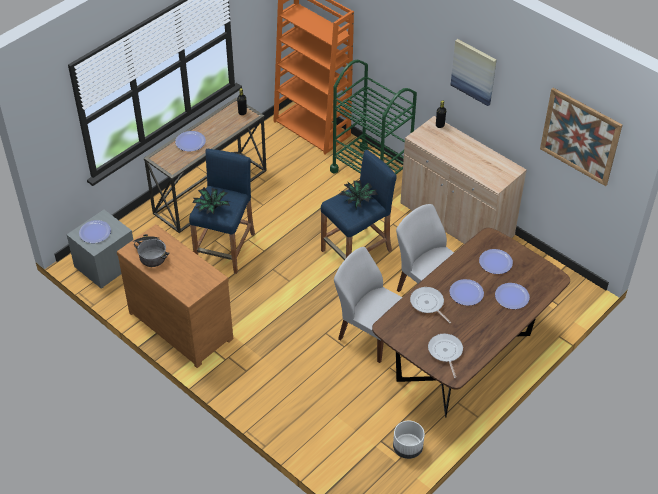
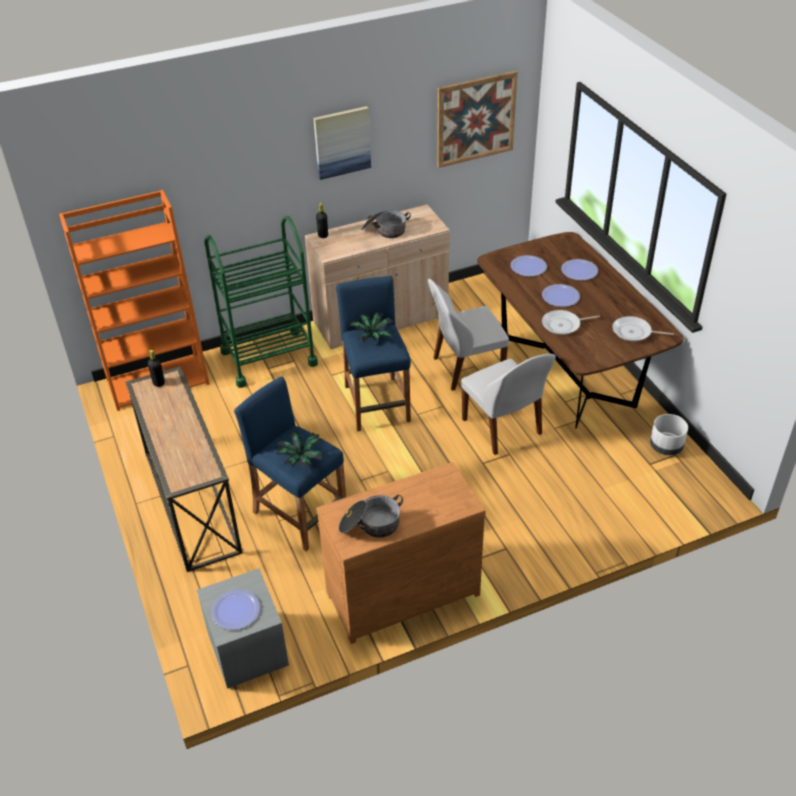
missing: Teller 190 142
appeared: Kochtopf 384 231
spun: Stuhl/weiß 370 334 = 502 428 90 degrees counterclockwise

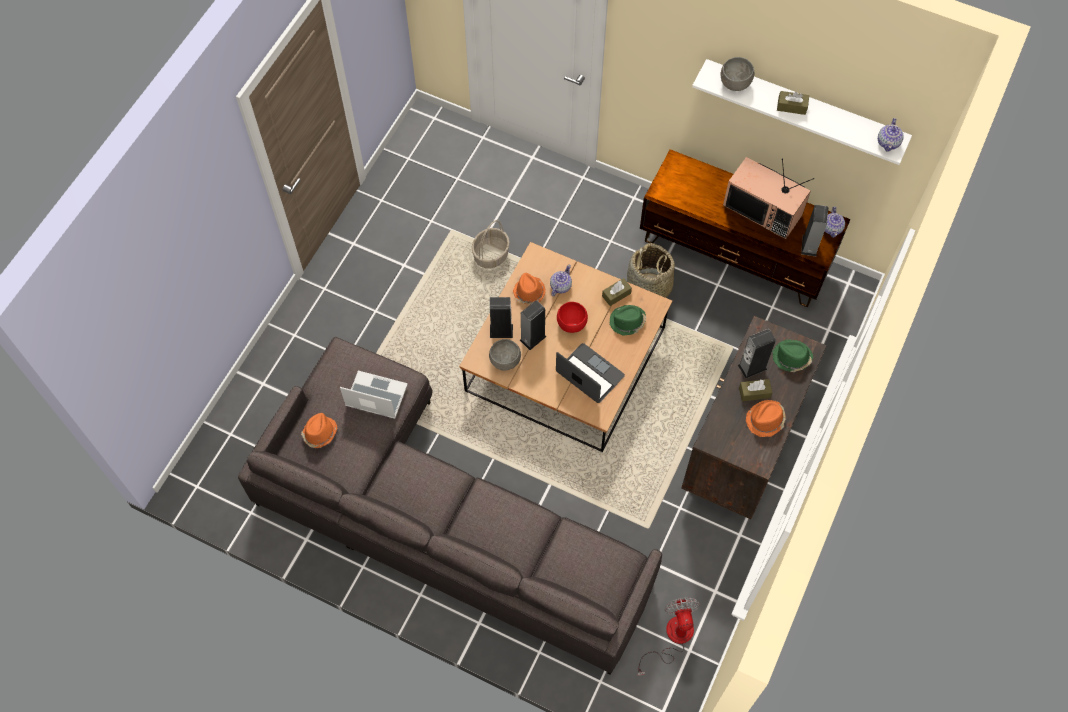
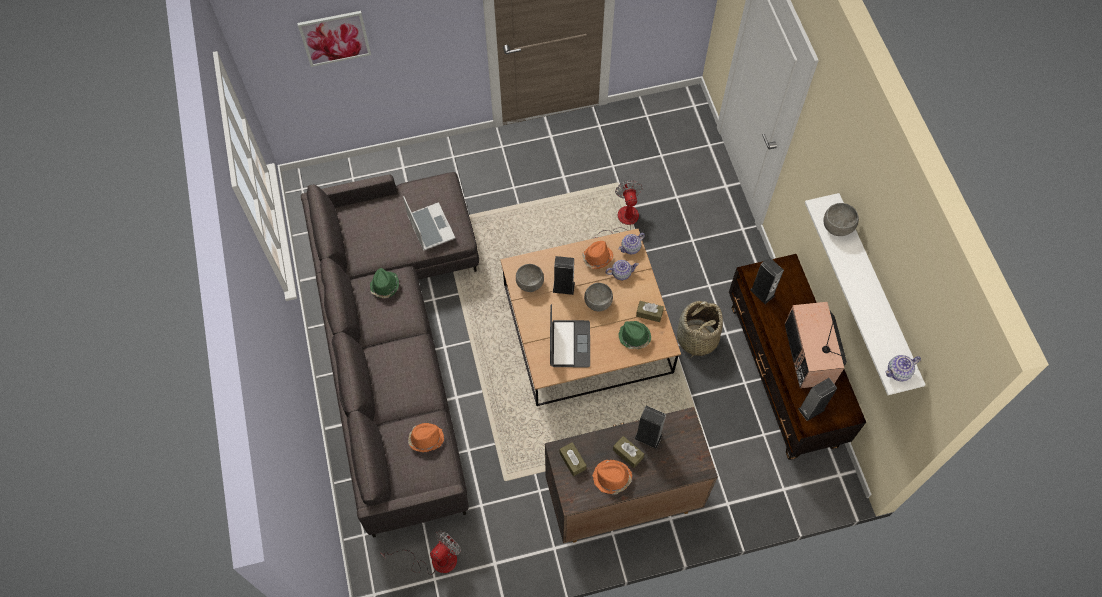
appeared: Bild 335 38
relocated: Hut/orange 319 433 to 426 438; Lautsprecher 501 331 to 762 292; Hut/grün 791 358 to 384 286; Taschentuchbox/braun 791 106 to 572 461; Teekanne 832 228 to 631 248
exchanged: Korb 491 255 to Ventilator 622 221
colour: Schüssel/rot 572 324 to Schüssel/grau 598 303

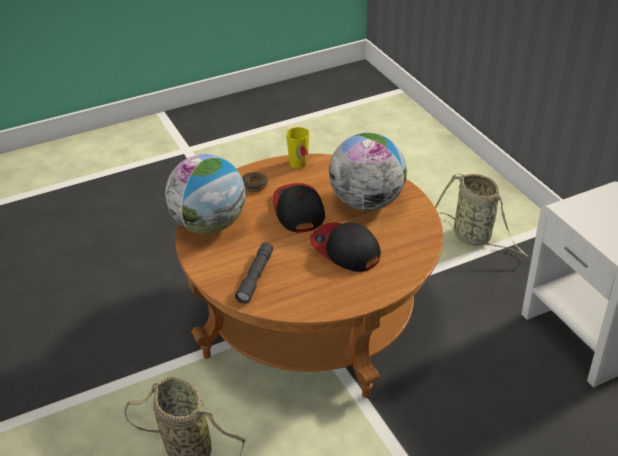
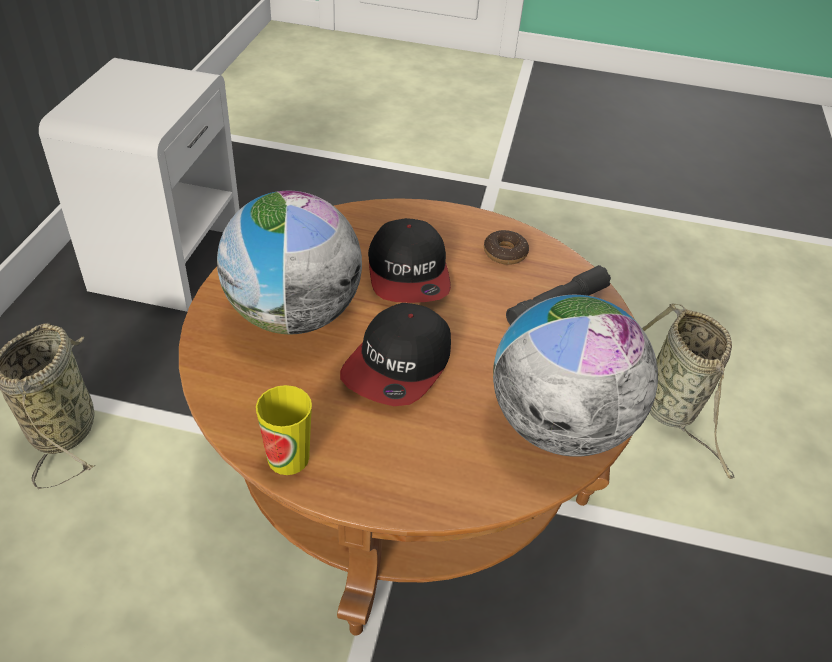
relocated: Donut 254 185 to 505 253

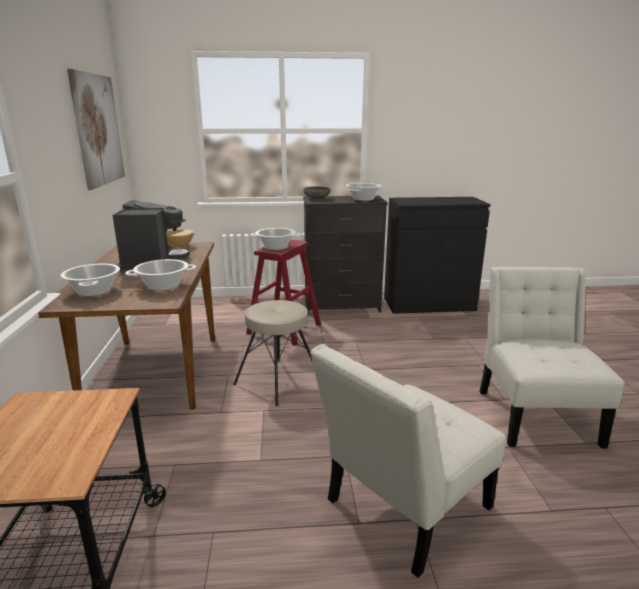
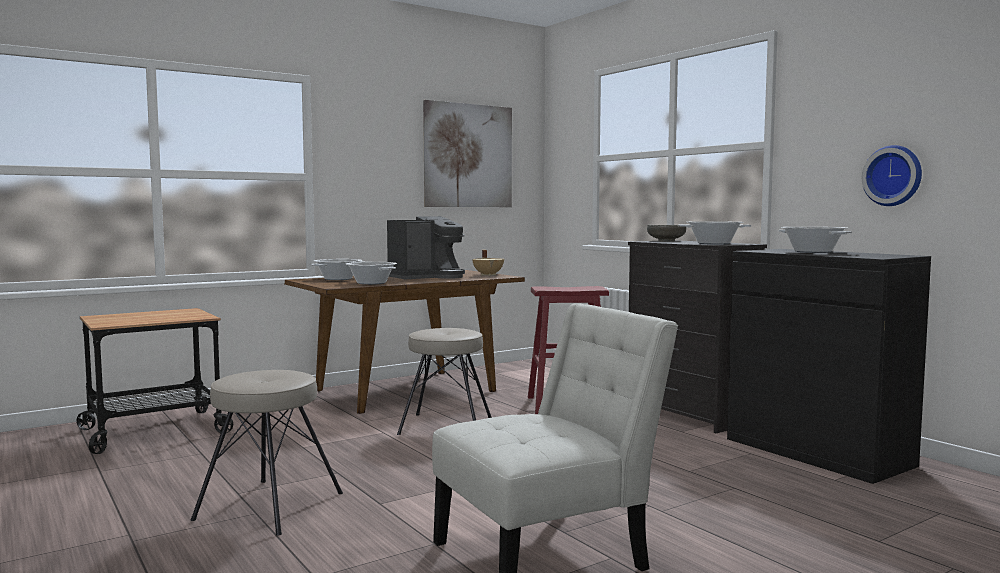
appeared: Wanduhr 893 176
relocated: Kochtopf 276 247 to 812 252
exchanged: Stuhl/weiß 402 509 to Hocker/beige 268 506

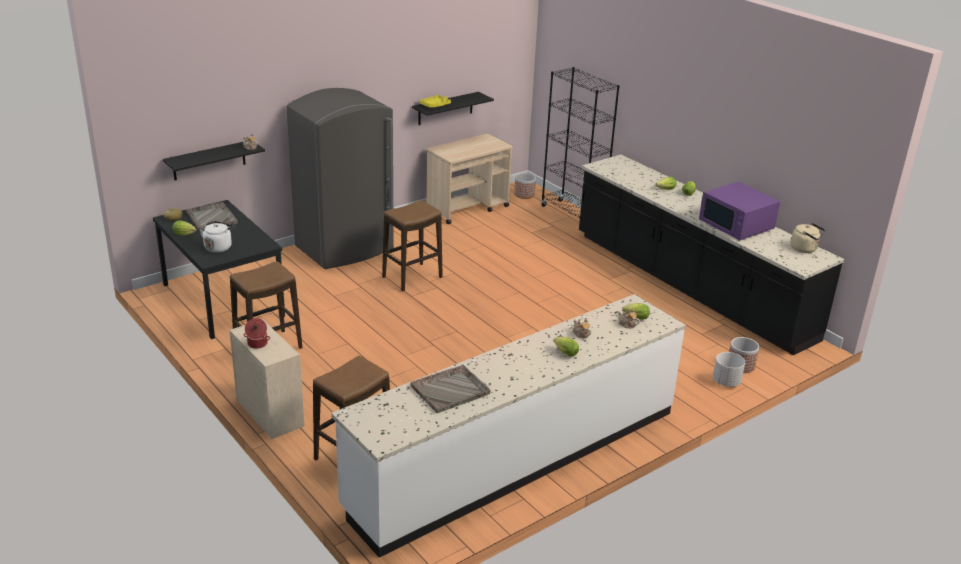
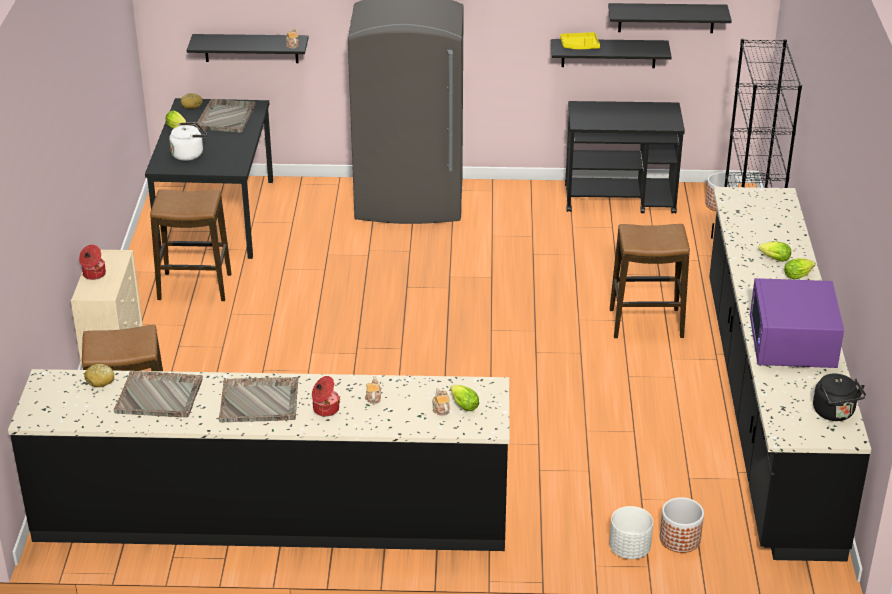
appeared: Brot 100 380; Tablett/grau 260 401; Wandregal/schwarz 666 18
relocated: Hocker 412 277 to 646 323
exchanged: Salatkopf 564 352 to Kochtopf 325 409
colour: Küchenzeile/weiß 516 458 to Küchenzeile/schwarz 273 514; Rollwagen/beige 468 208 to Rollwagen/schwarz 620 199; Wasserkessel/beige 805 249 to Wasserkessel/schwarz 835 413

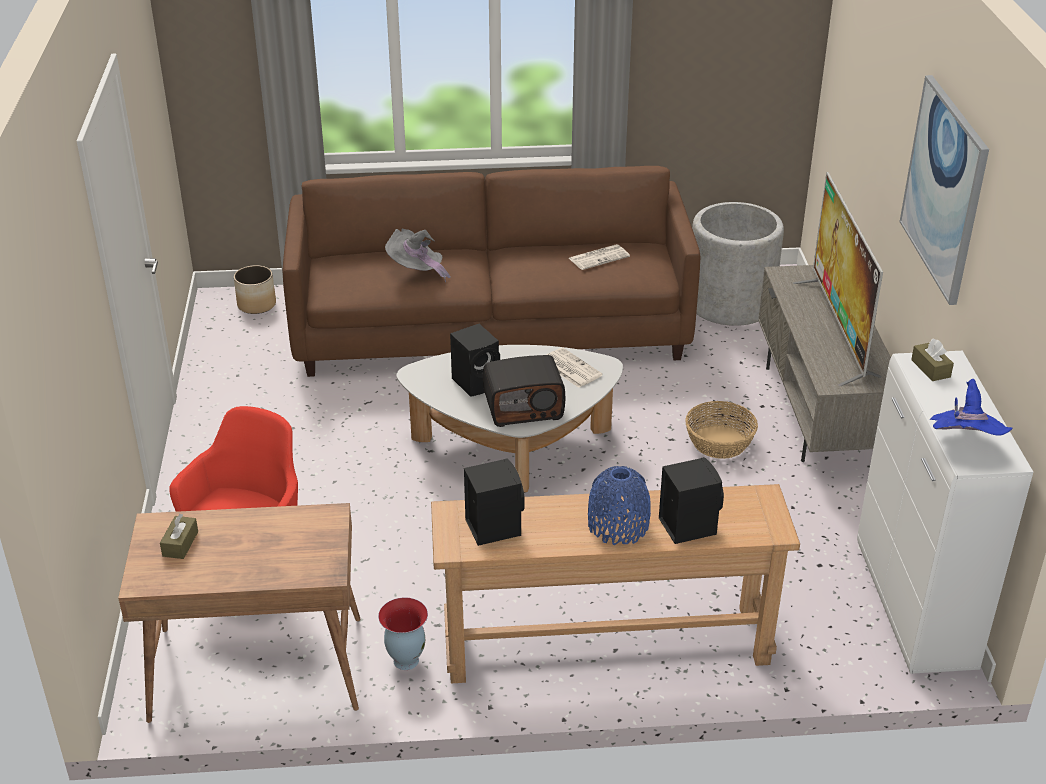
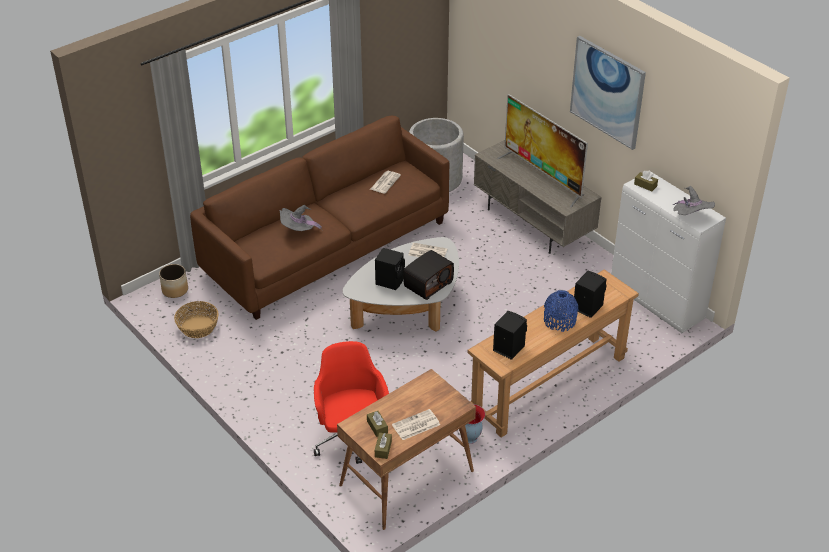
appeared: Taschentuchbox/braun 383 449; Zeitung 415 425
relocated: Korb 719 442 to 197 327
colour: Hut/blau 964 444 to Hut/grau 691 217

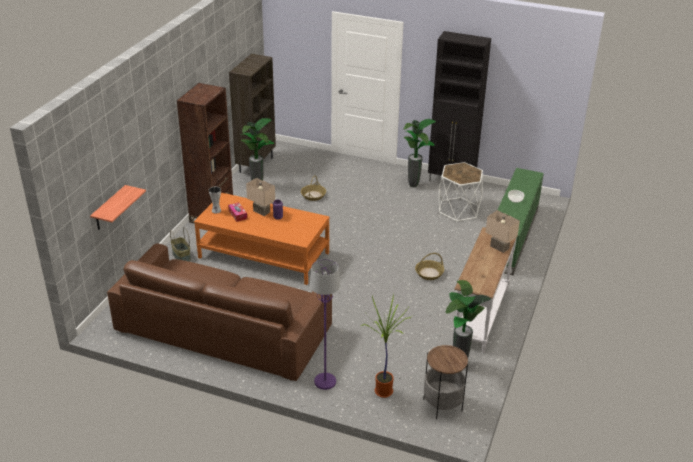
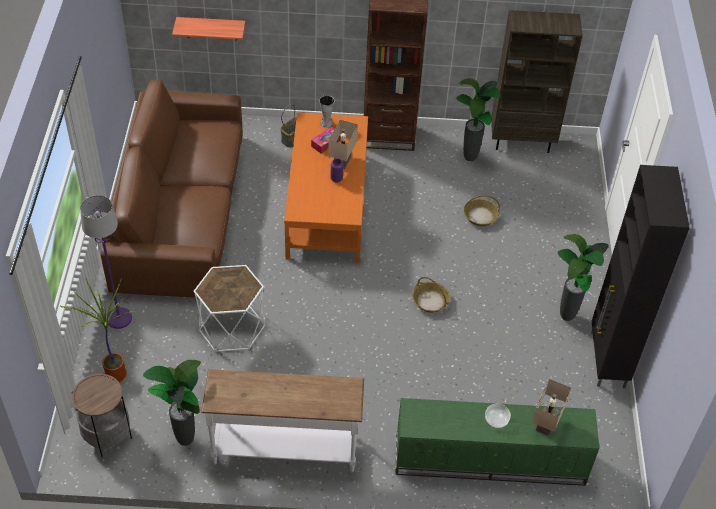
relocated: Korb 429 273 to 430 301; Beistelltisch/weiß 458 209 to 232 328; Tischlampe/beige 498 247 to 544 424

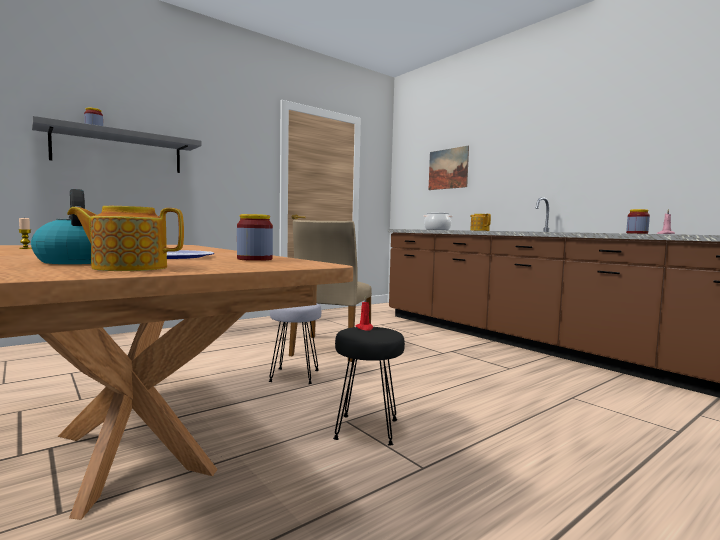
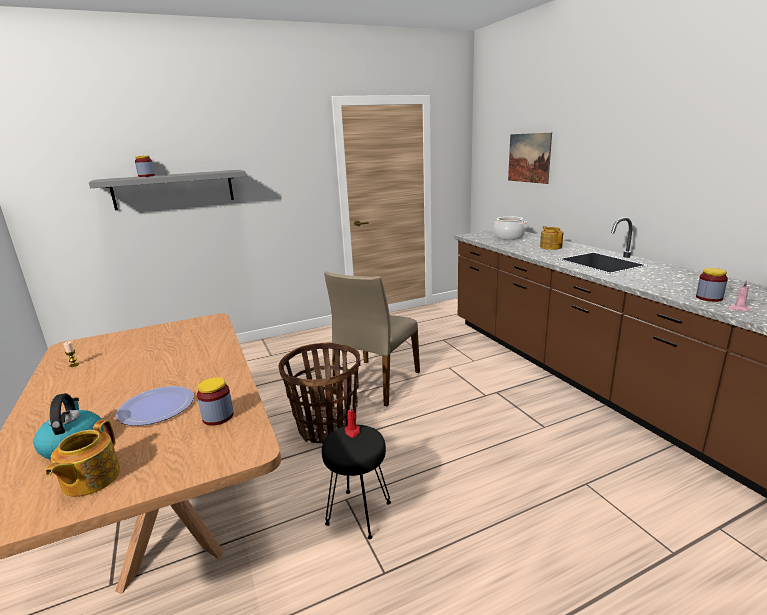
exchanged: Hocker/grau 295 376 to Korb 327 427
spun: Teekanne 129 268 = 90 479 90 degrees counterclockwise

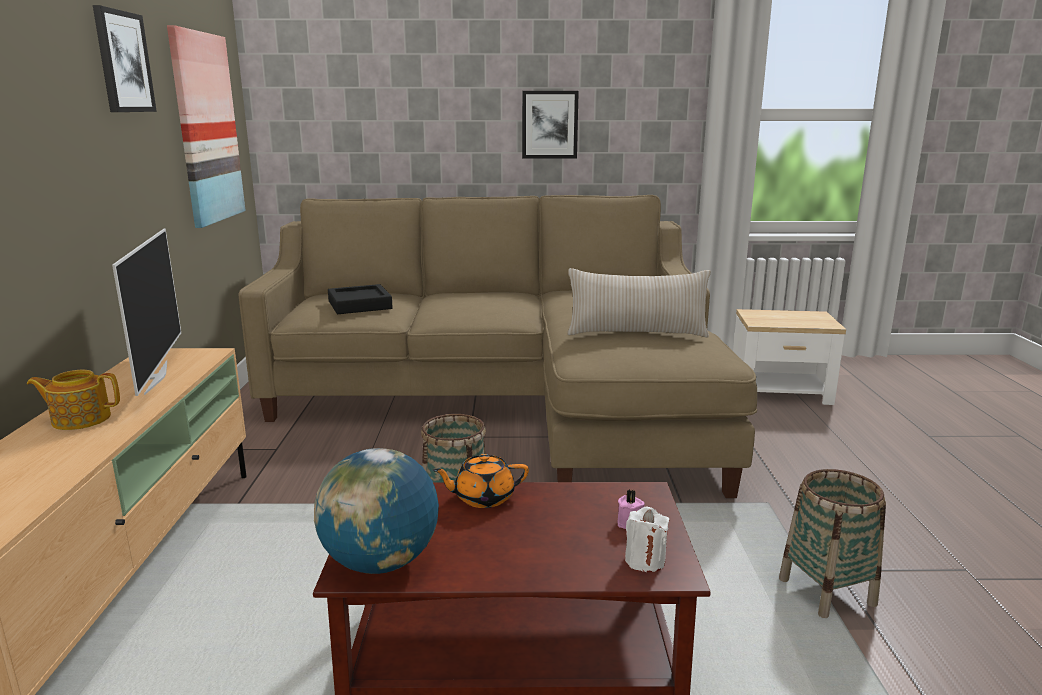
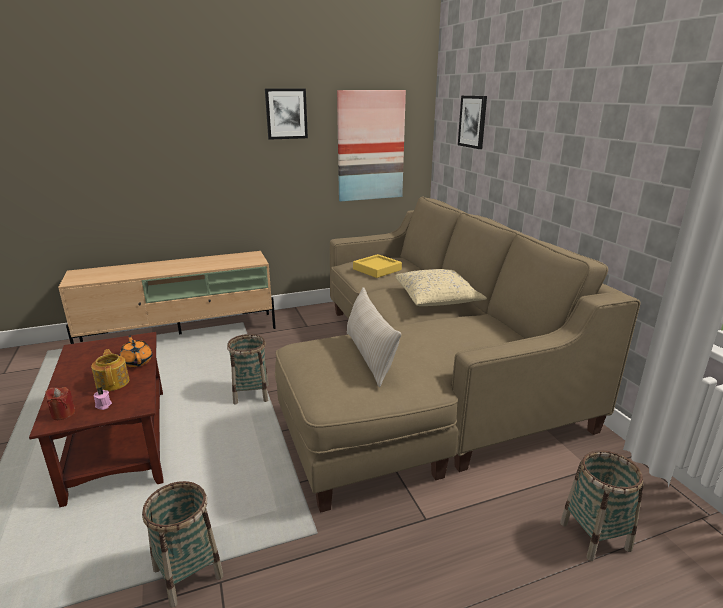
missing: Fernseher 154 377; Globus 380 562
appeared: Kissen/beige 437 298
relocated: Teekanne 80 419 to 113 382; Bild 549 124 to 473 121
exchanged: Beistelltisch 780 393 to Korb 595 536
colour: Tablett/schwarz 360 305 to Tablett/gelb 377 269; Kerze/weiß 645 561 to Kerze/rot 63 414

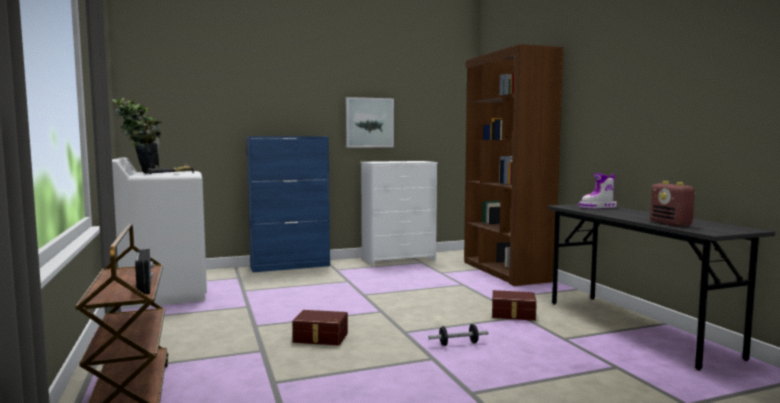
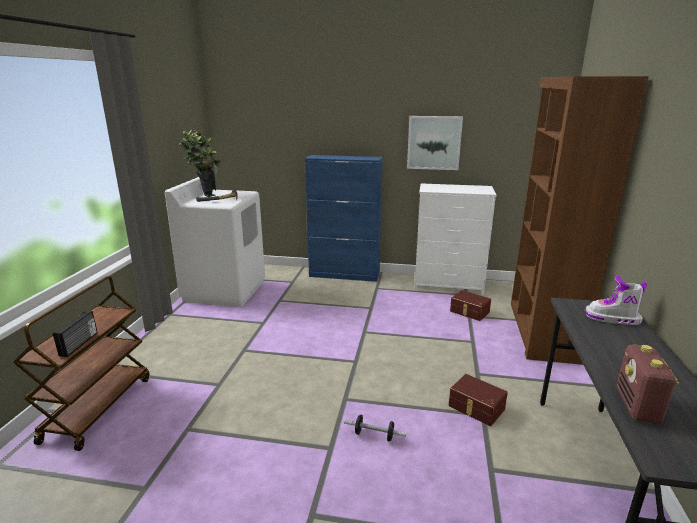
relocated: Aufbewahrungsbox/braun 320 338 to 469 312

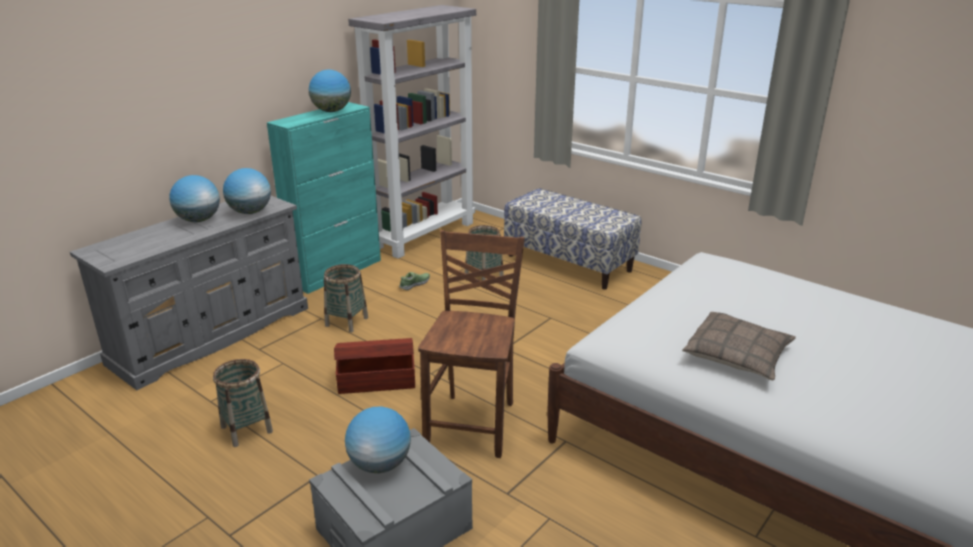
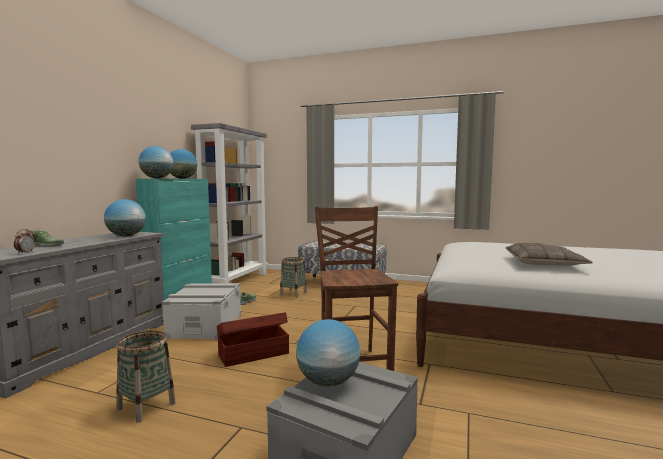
appeared: Wecker 25 253; Schuh 44 246
relocated: Globus 199 220 to 157 178
exchanged: Korb 346 321 to Aufbewahrungsbox/grau 205 325

